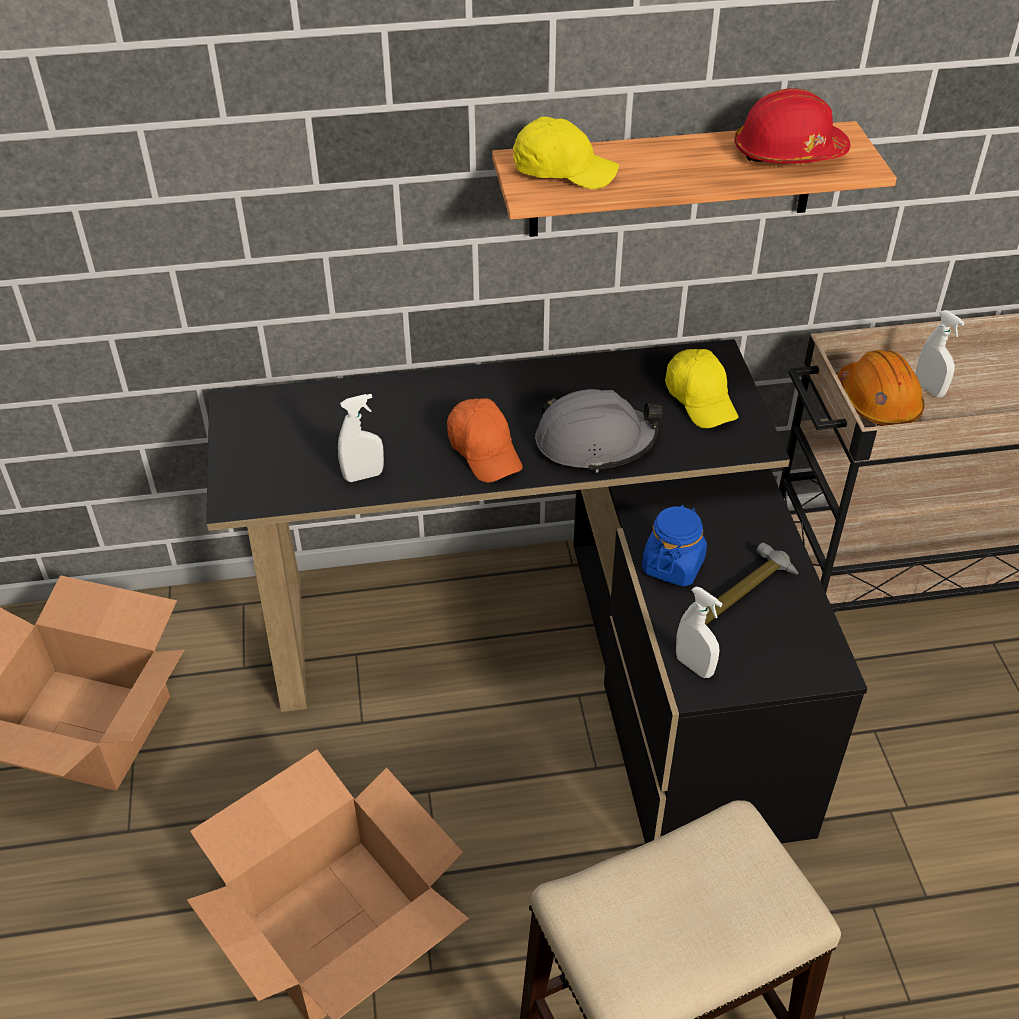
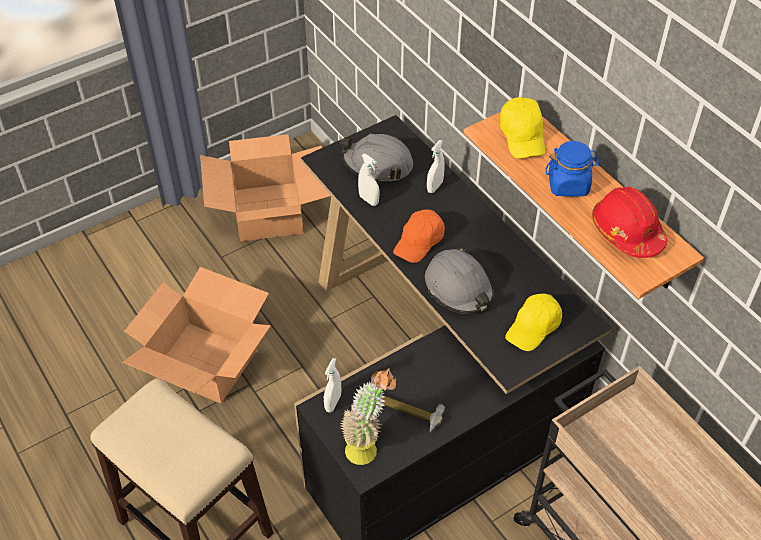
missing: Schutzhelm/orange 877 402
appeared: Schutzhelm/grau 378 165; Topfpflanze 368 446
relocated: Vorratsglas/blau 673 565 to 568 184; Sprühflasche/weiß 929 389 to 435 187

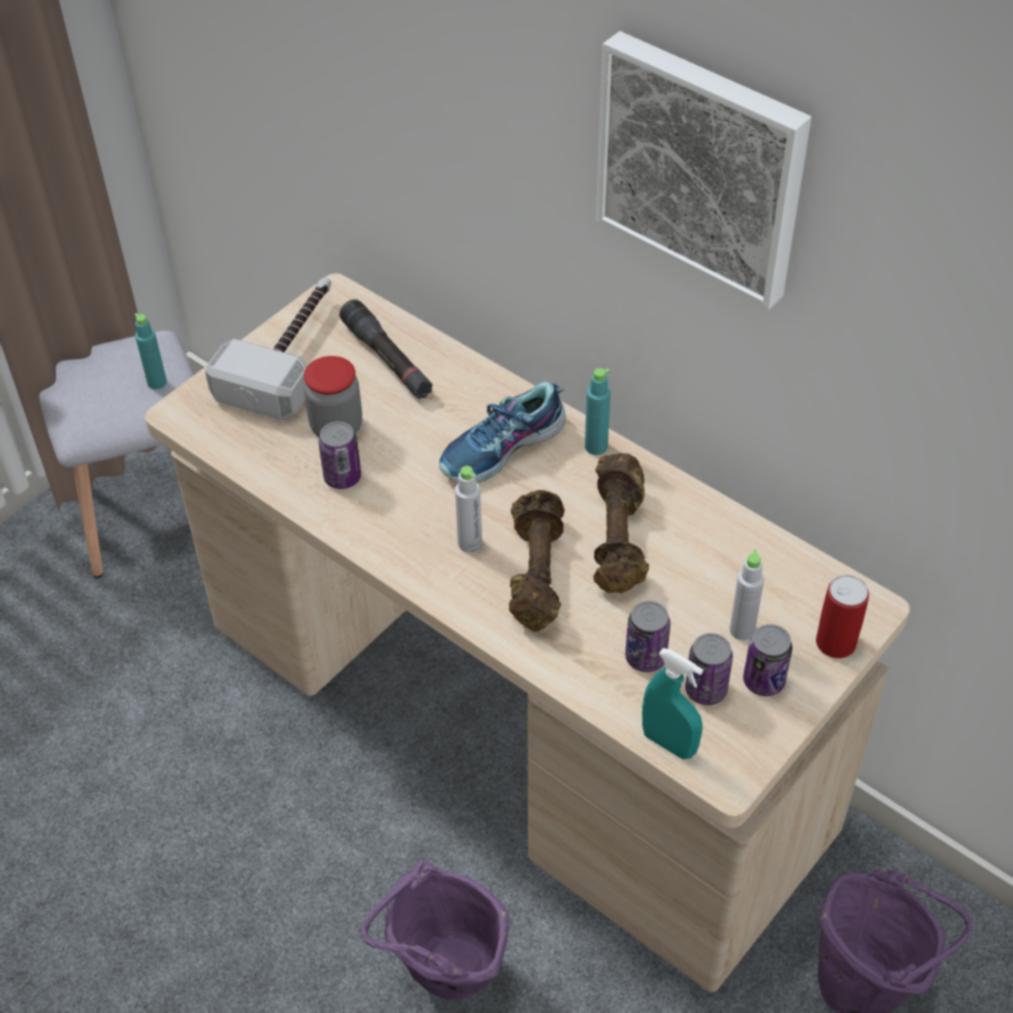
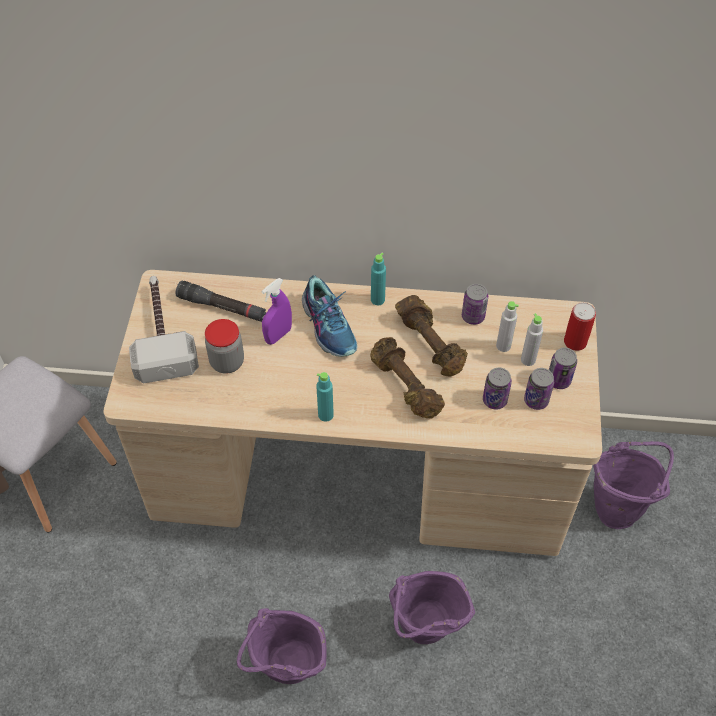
missing: Bild 703 166; Sprühflasche/türkis 669 743
appeared: Eimer/lila 286 671; Sprühflasche/lila 278 335
relocated: Flasche/türkis 157 382 to 325 415; Dose 342 477 to 473 316; Flasche/grau 470 543 to 503 346
spun: Schuh 503 448 = 330 326 45 degrees counterclockwise

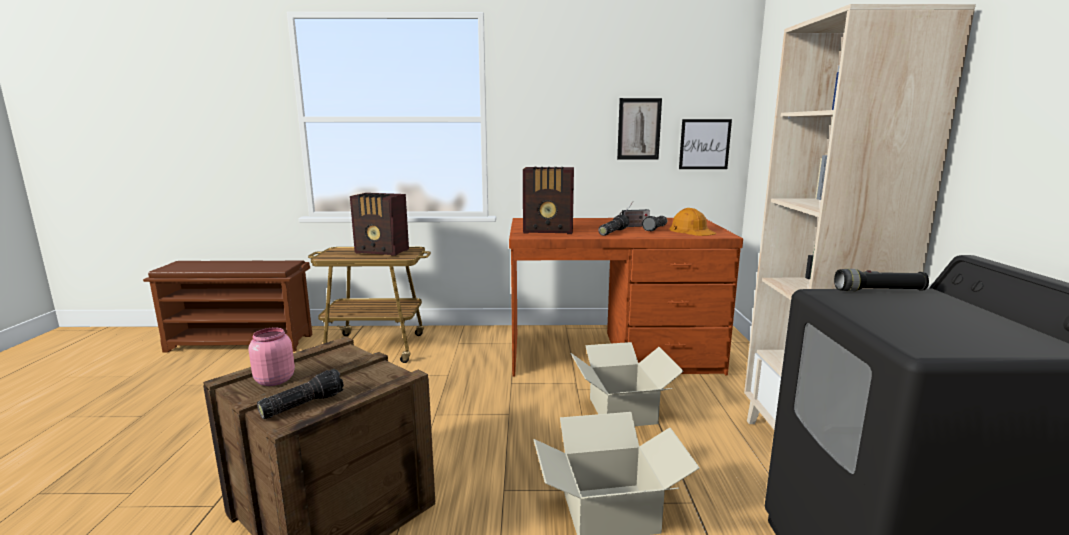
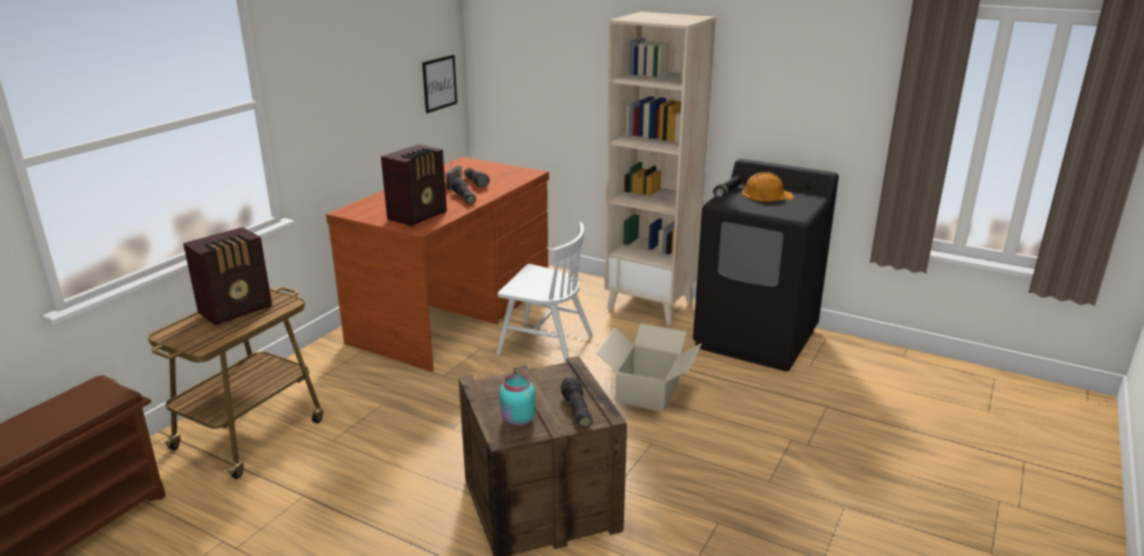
missing: Bild 639 129
relocated: Schutzhelm/orange 691 230 to 766 195
exchanged: Karton 621 411 to Stuhl/weiß 545 345
colour: Vorratsglas/rosa 273 380 to Vorratsglas/türkis 517 420

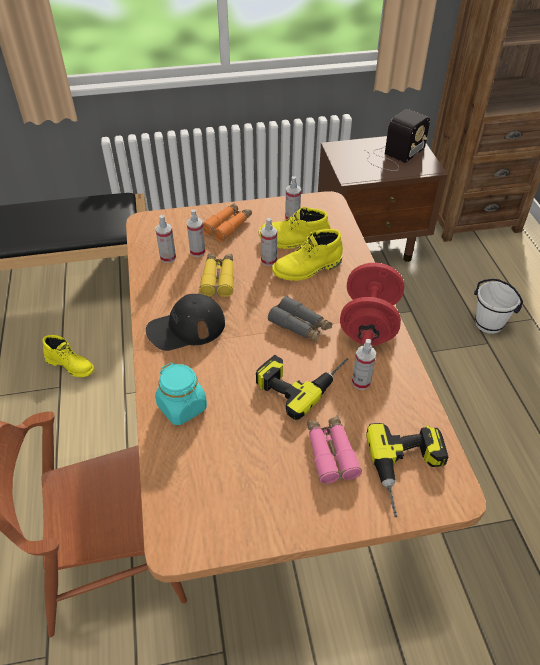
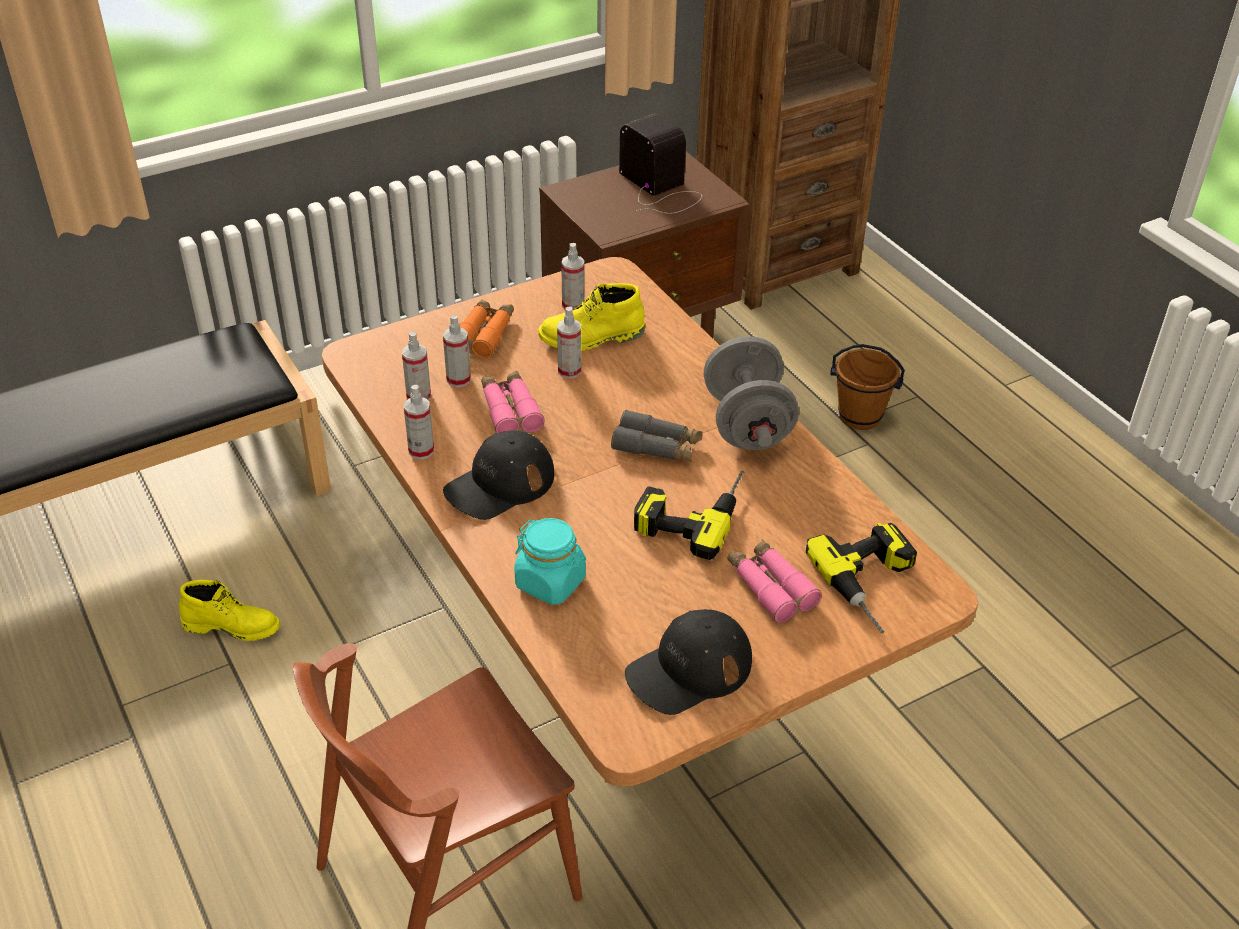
missing: Stiefel/gelb 307 269
appeared: Kappe/schwarz 689 670
relocated: Sprühflasche 361 382 to 421 451
colour: Fernglas/gelb 218 279 to Fernglas/rosa 510 410; Hantel/rot 369 323 to Hantel/grau 747 424; Eimer/weiß 489 324 to Eimer/braun 860 416
spun: Radio 394 156 = 660 189 60 degrees counterclockwise

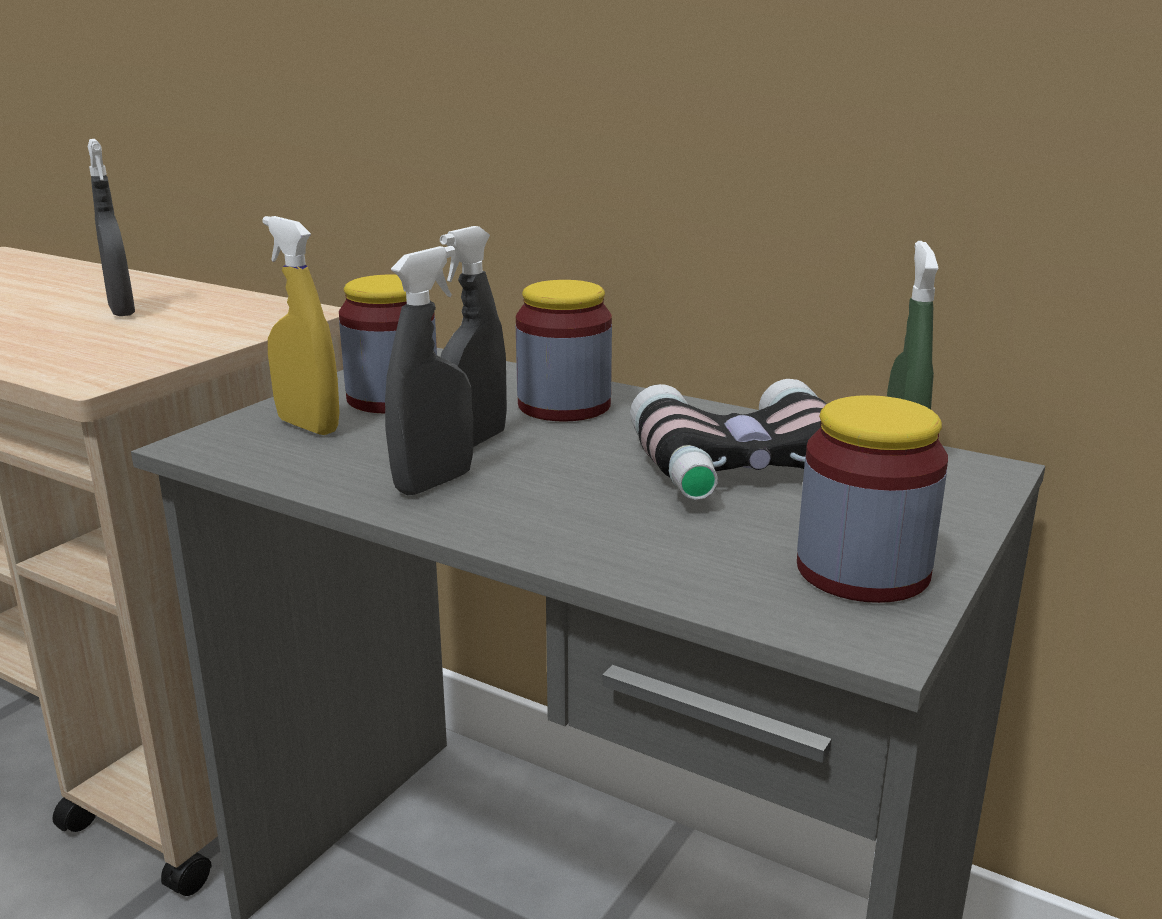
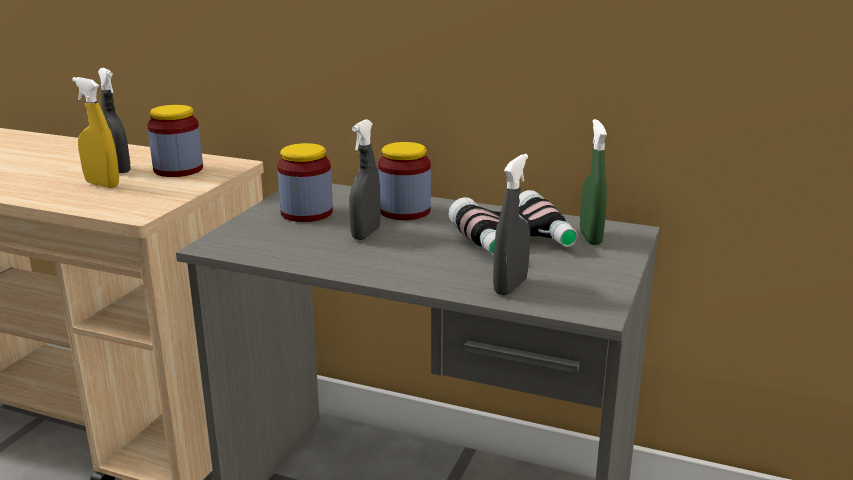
relocated: Sprühflasche/gelb 308 426 to 102 184; Sprühflasche/grau 434 482 to 510 286; Vorratsglas 862 571 to 178 169

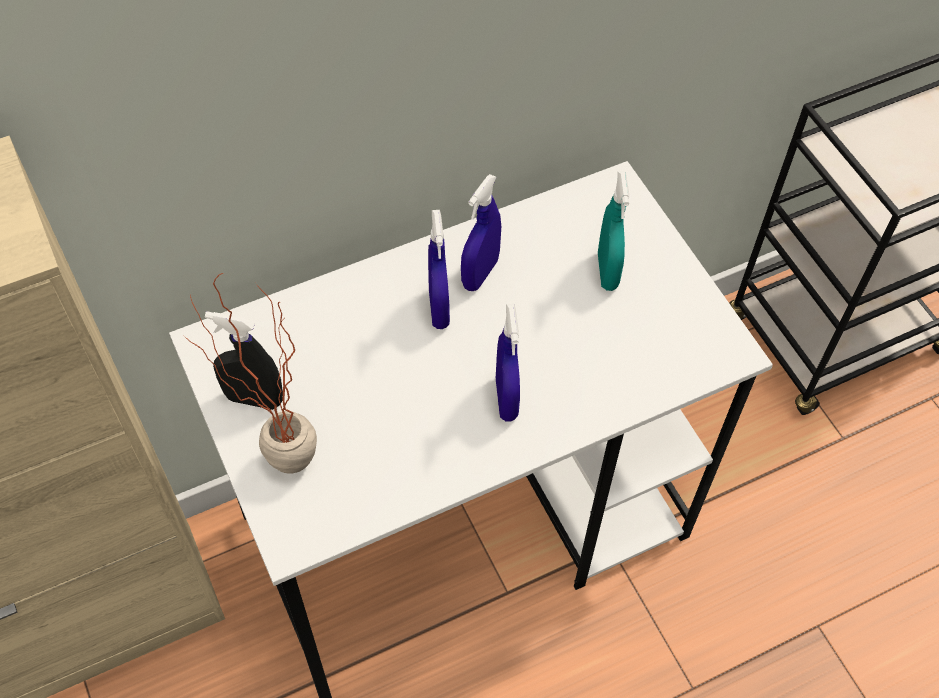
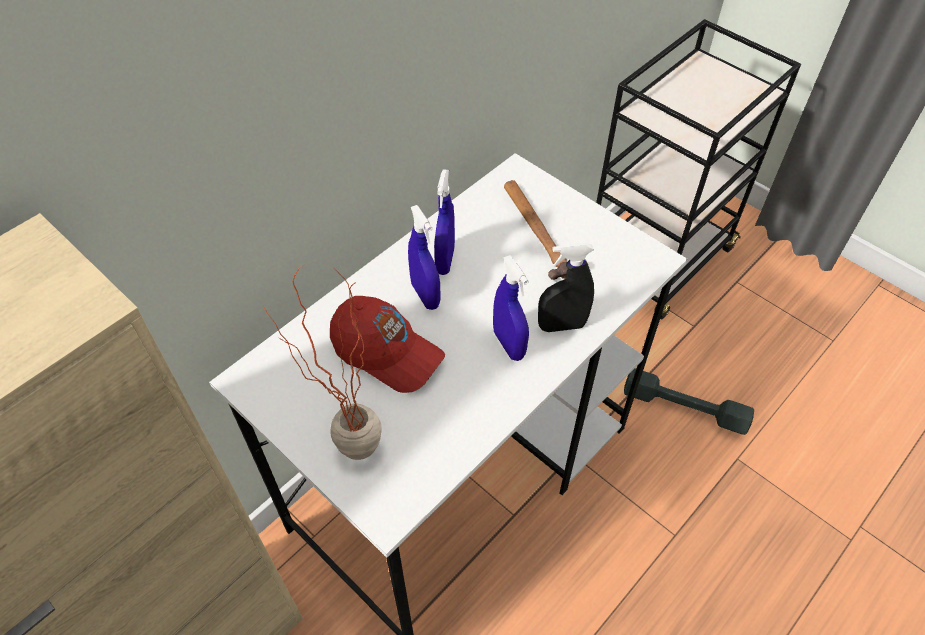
appeared: Kappe/rot 386 353; Hantel/grau 684 407
relocated: Sprühflasche/schwarz 254 399 to 561 325
exchanged: Sprühflasche/türkis 607 271 to Hammer 539 231

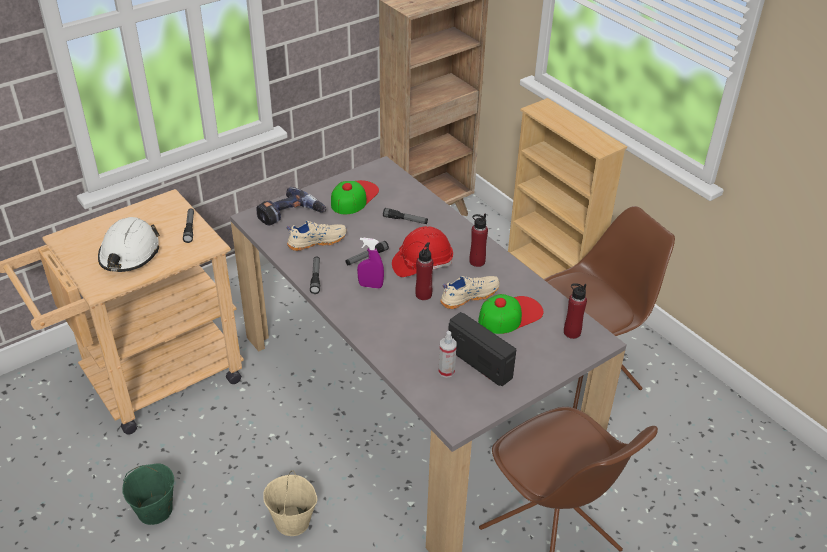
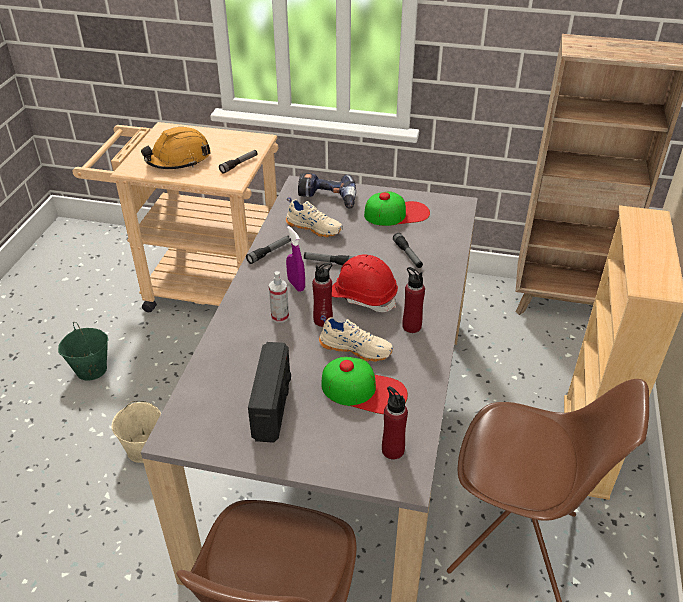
relocated: Sprühflasche 446 371 to 280 316
colour: Schutzhelm/weiß 129 254 to Schutzhelm/orange 179 159

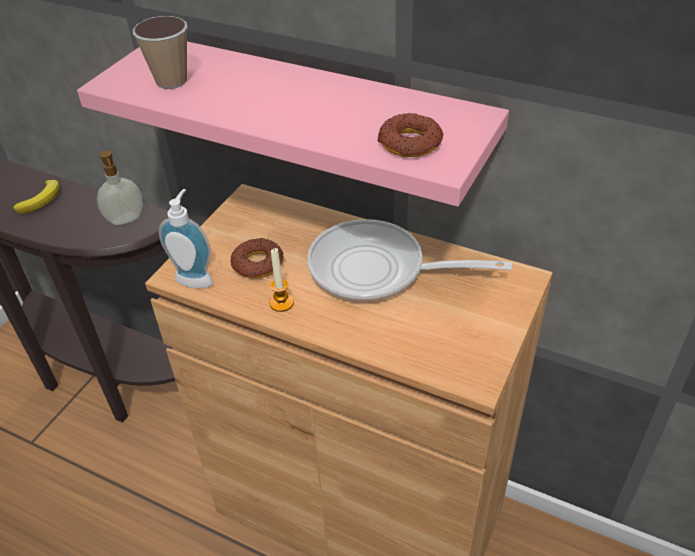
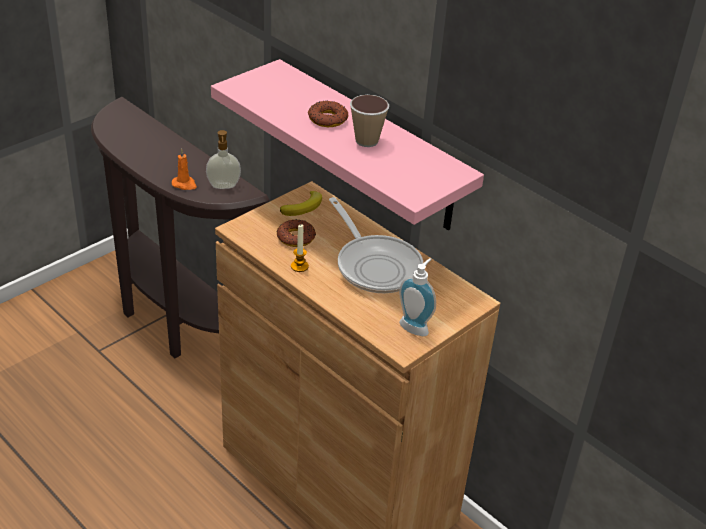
appeared: Kerze/orange 184 184
relocated: Banane 41 199 to 304 207; Tasse 171 81 to 366 141; Seifenspender 196 277 to 416 326; Donut 410 143 to 327 119
spun: Pfanne 377 270 = 375 265 150 degrees counterclockwise

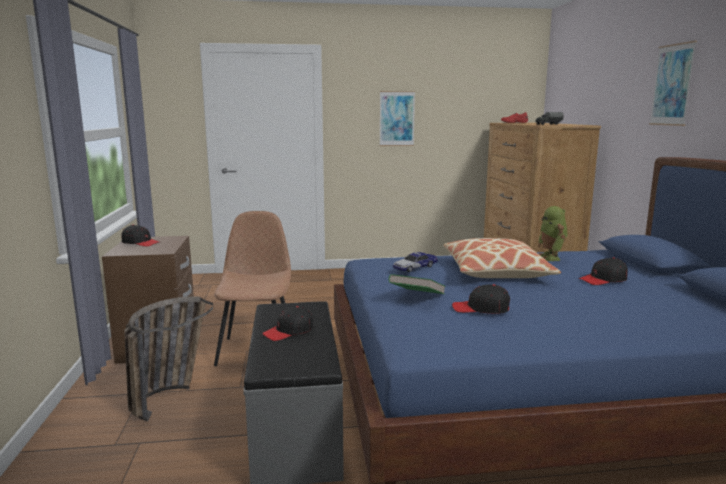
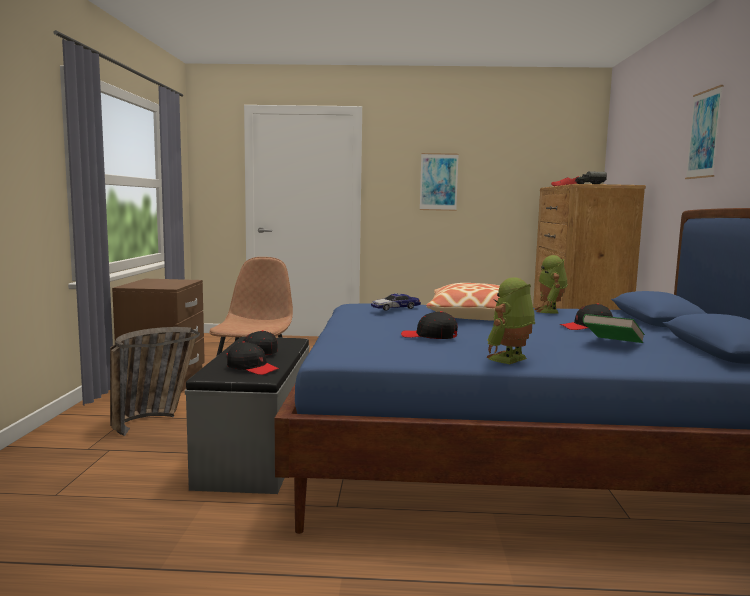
appeared: Spielzeugroboter 510 360
relocated: Kappe/schwarz 140 243 to 252 368; Buch/grün 417 298 to 612 344

